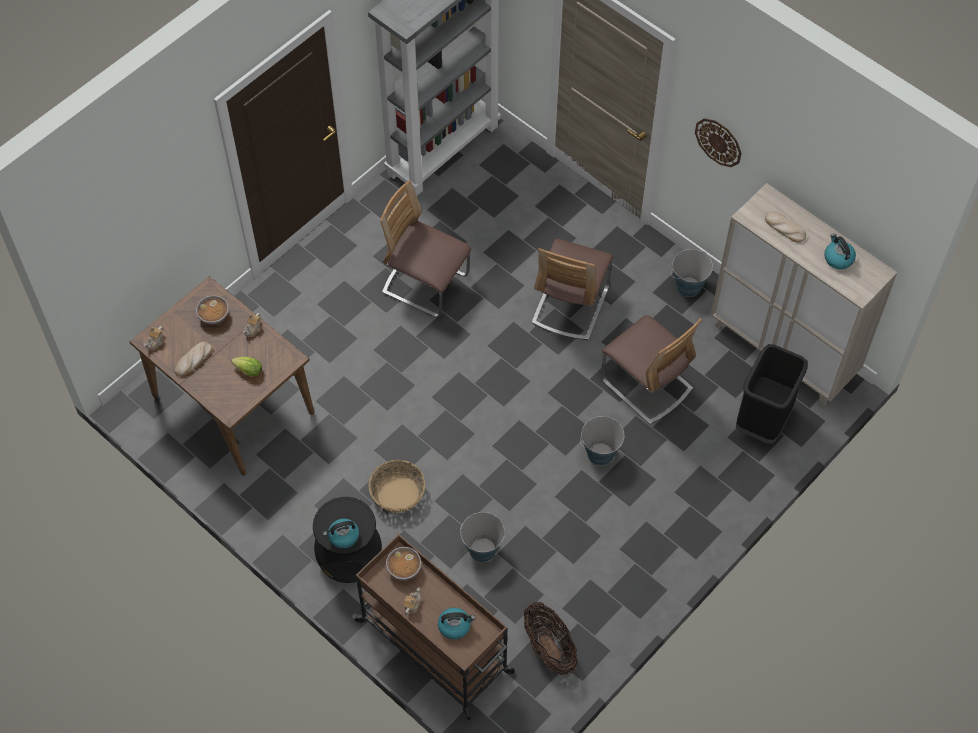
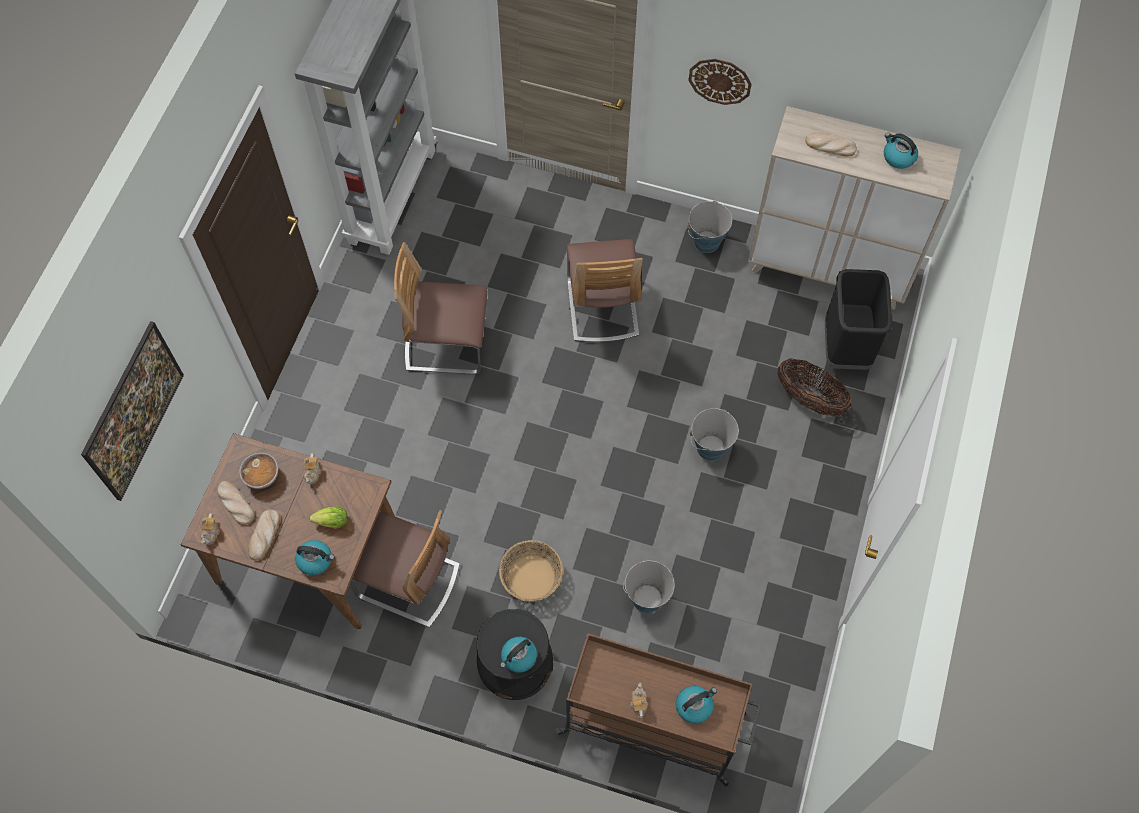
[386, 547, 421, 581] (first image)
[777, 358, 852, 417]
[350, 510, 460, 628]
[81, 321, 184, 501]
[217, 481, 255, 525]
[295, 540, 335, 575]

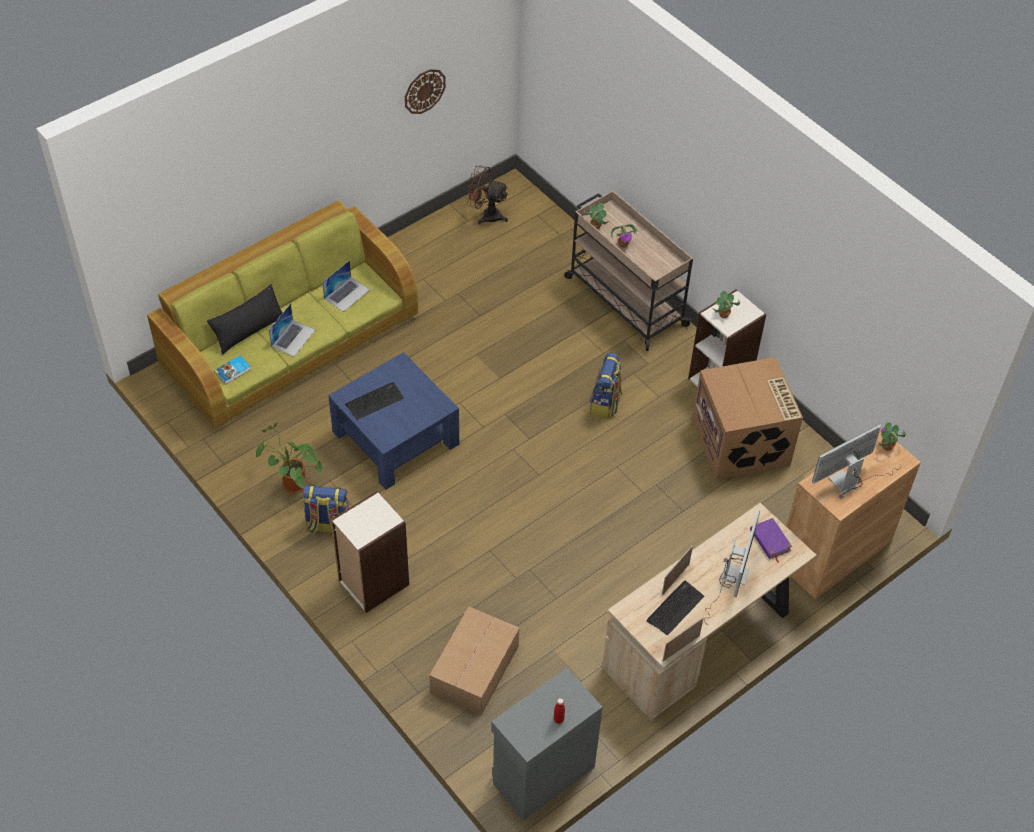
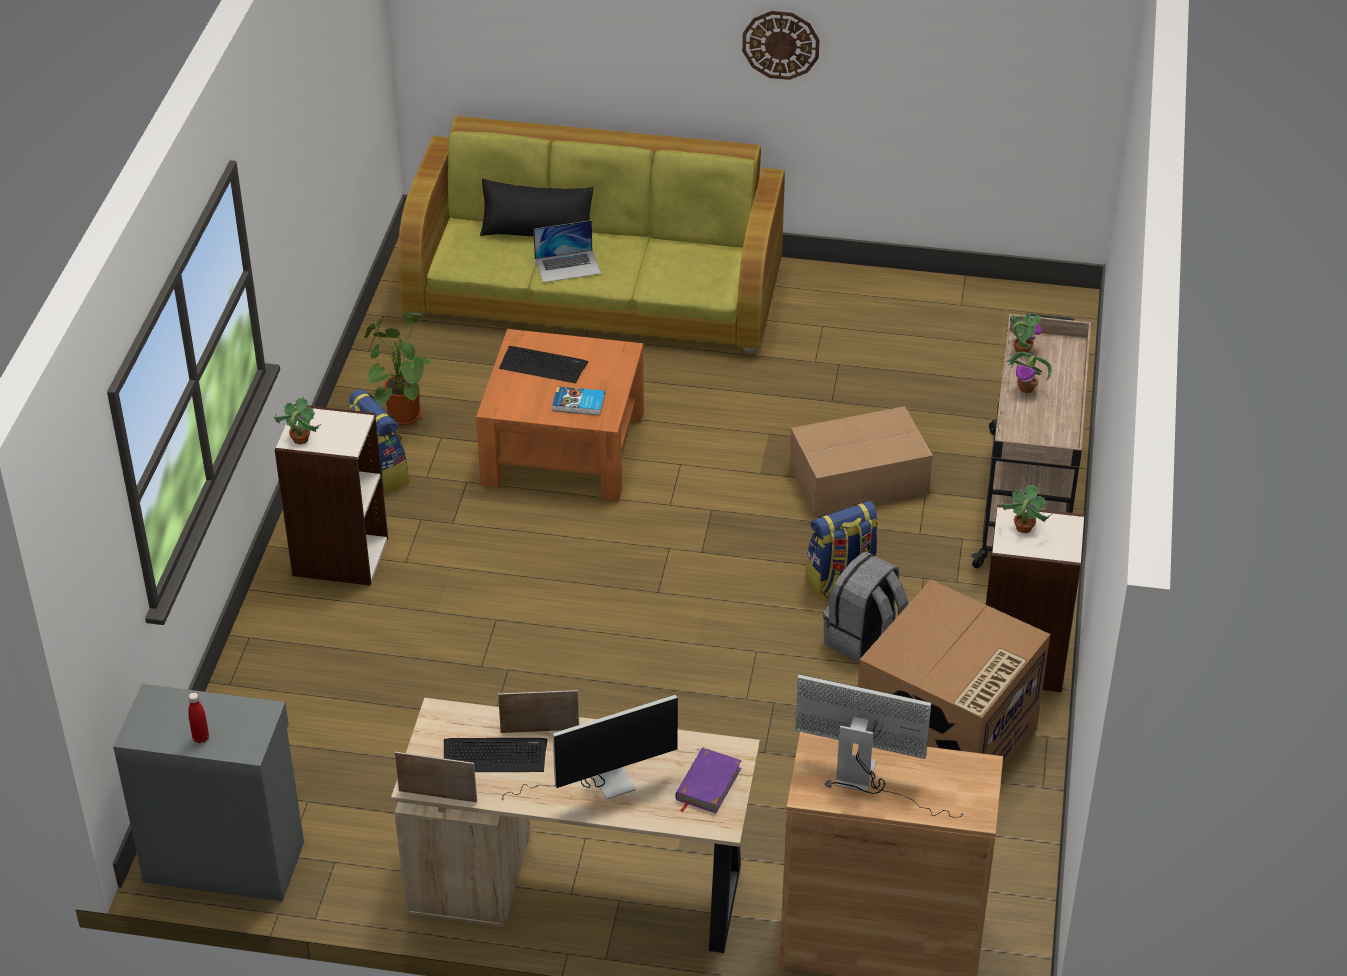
[552, 387, 605, 415]
[322, 260, 370, 312] (first image)
[476, 329, 644, 502]
[742, 11, 820, 80]
[790, 406, 933, 517]
[466, 165, 508, 225] (first image)
[274, 397, 321, 444]
[823, 552, 908, 662]

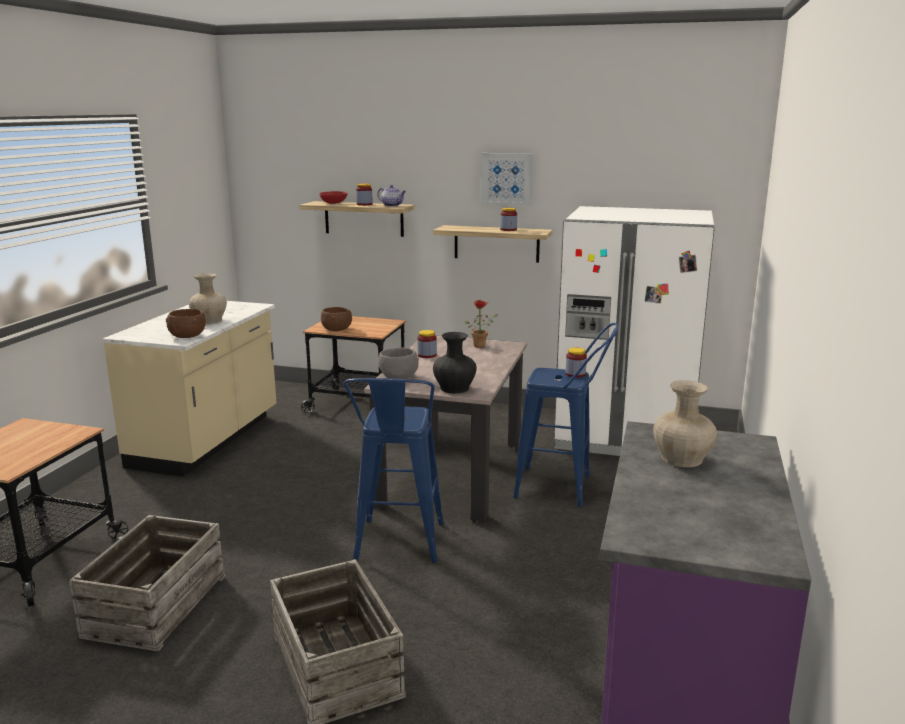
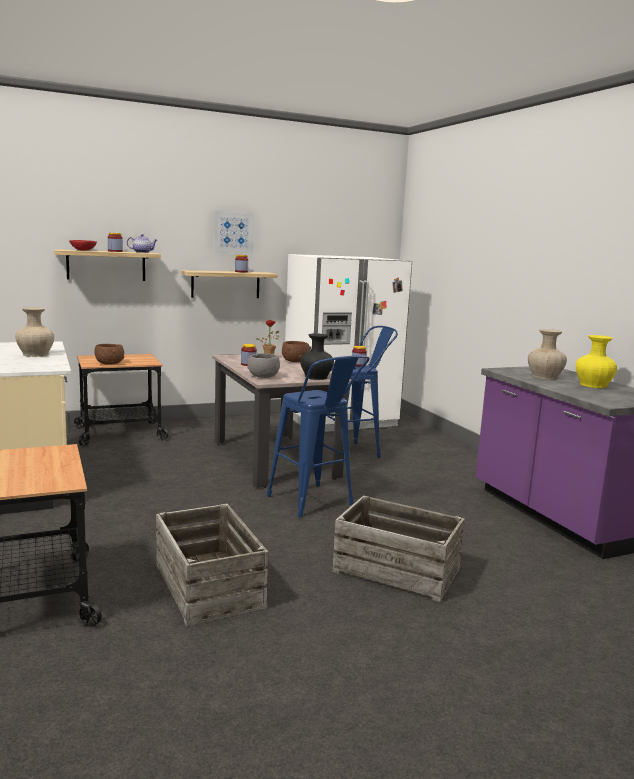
[282, 341, 311, 362]
[576, 335, 617, 388]

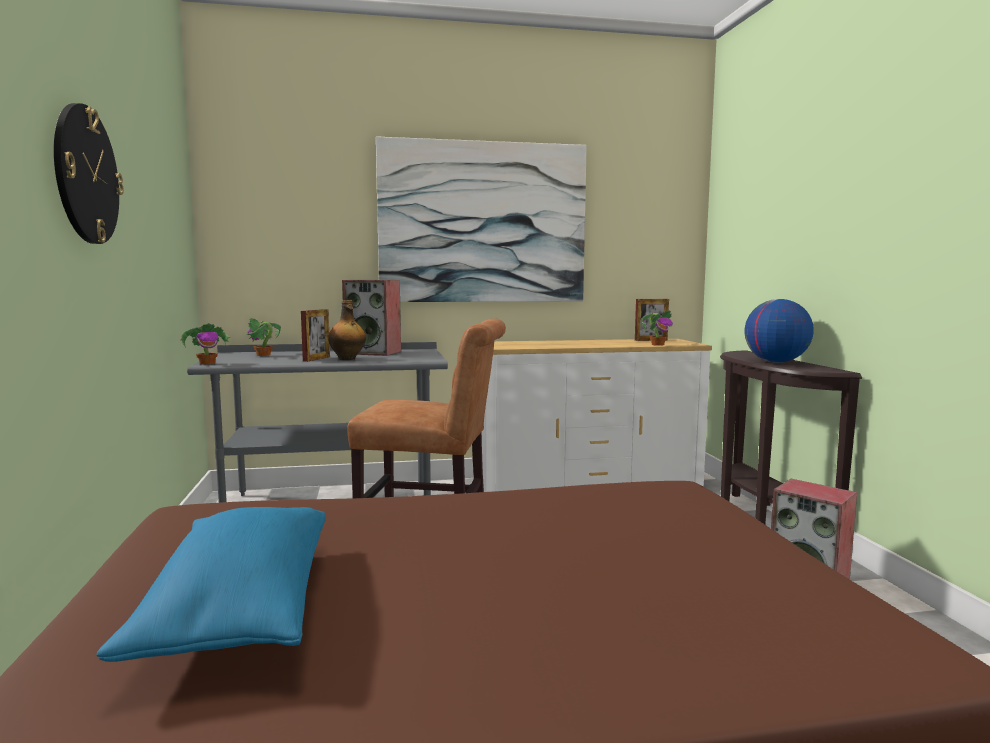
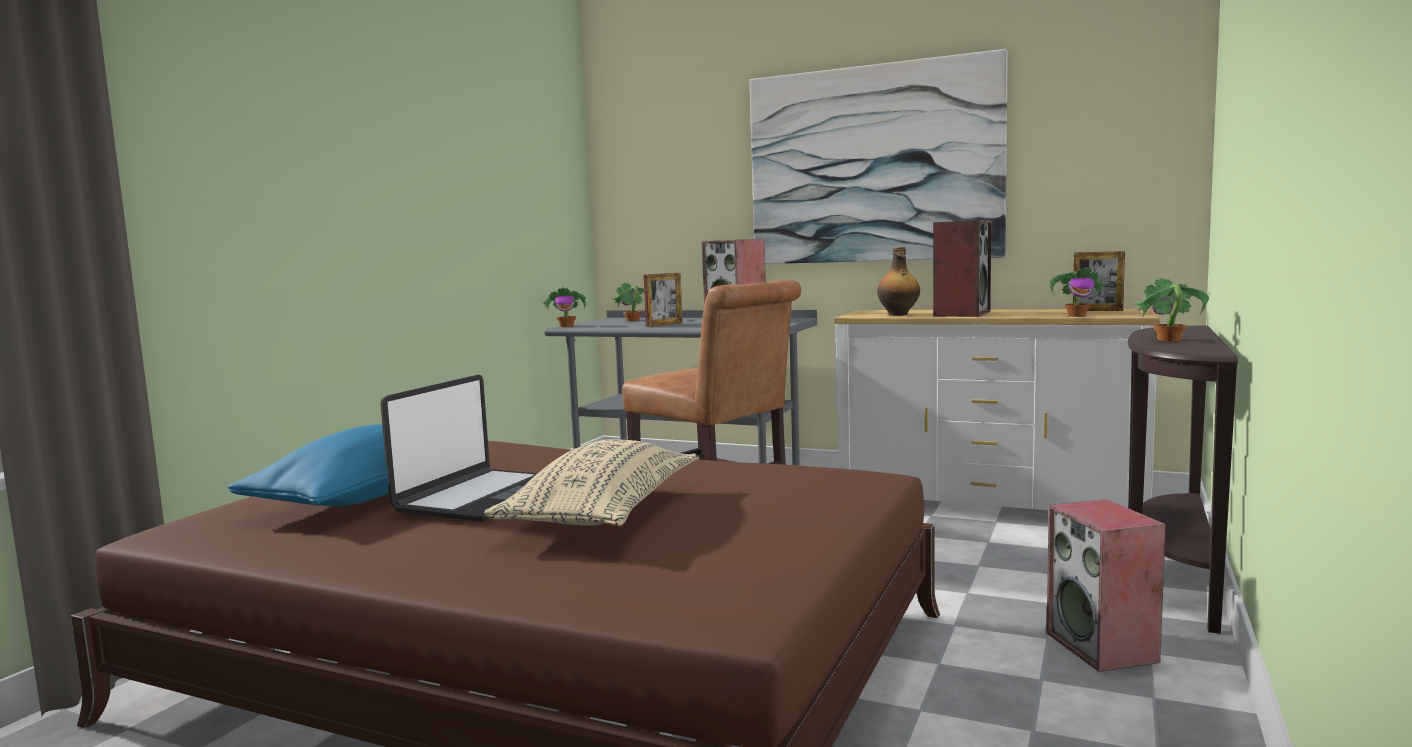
[54, 103, 124, 244] (first image)
[877, 247, 920, 316]
[1133, 278, 1209, 341]
[380, 375, 538, 522]
[484, 439, 696, 526]
[933, 220, 991, 317]

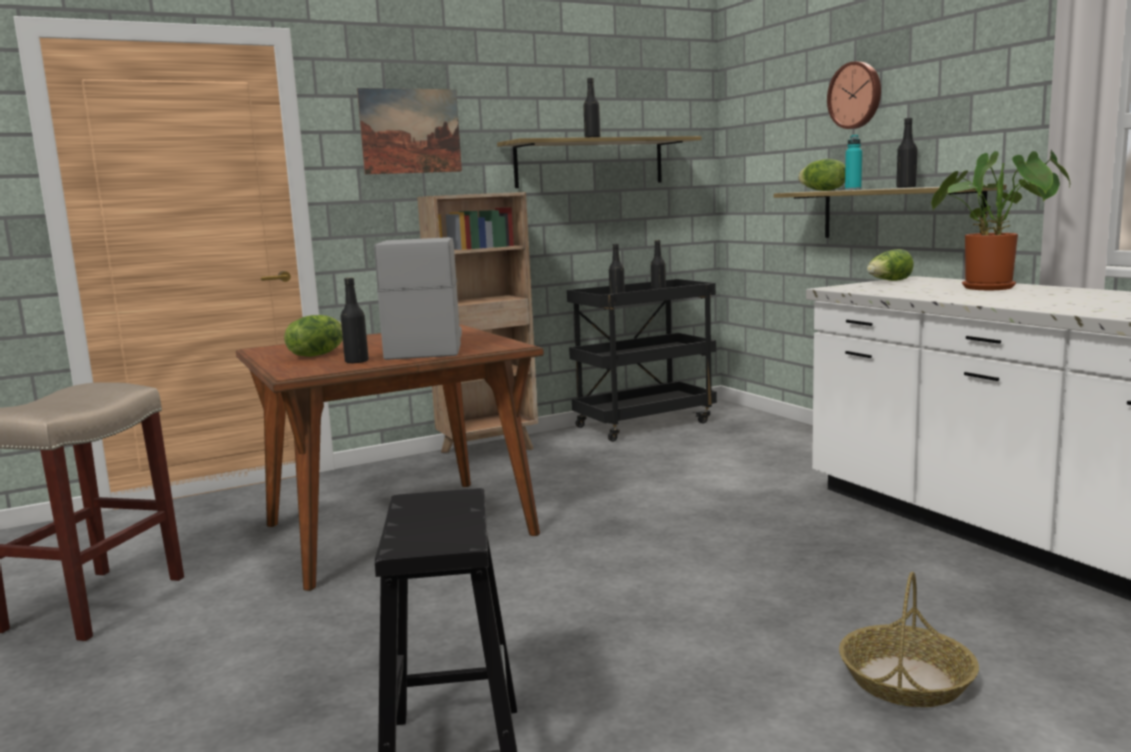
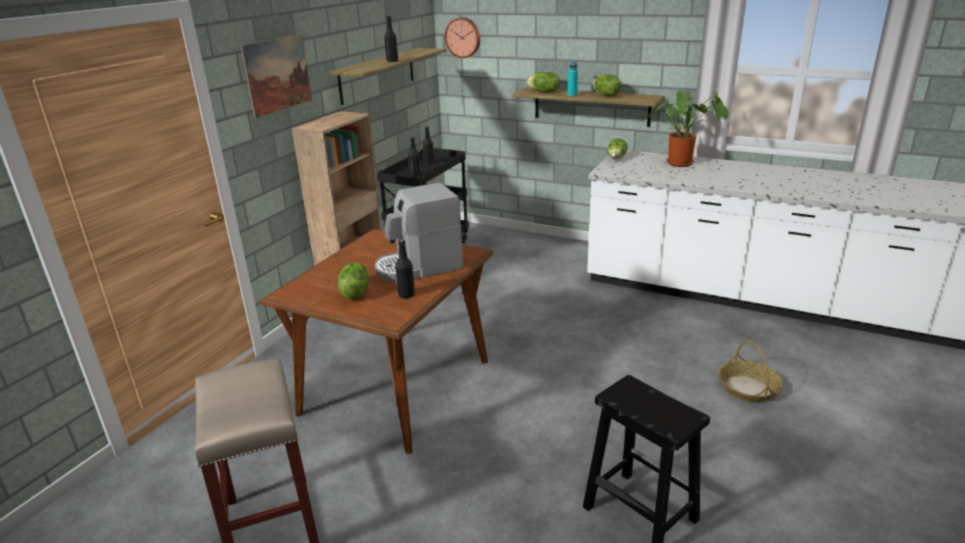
[375, 182, 463, 283]
[445, 17, 480, 58]
[593, 74, 622, 96]

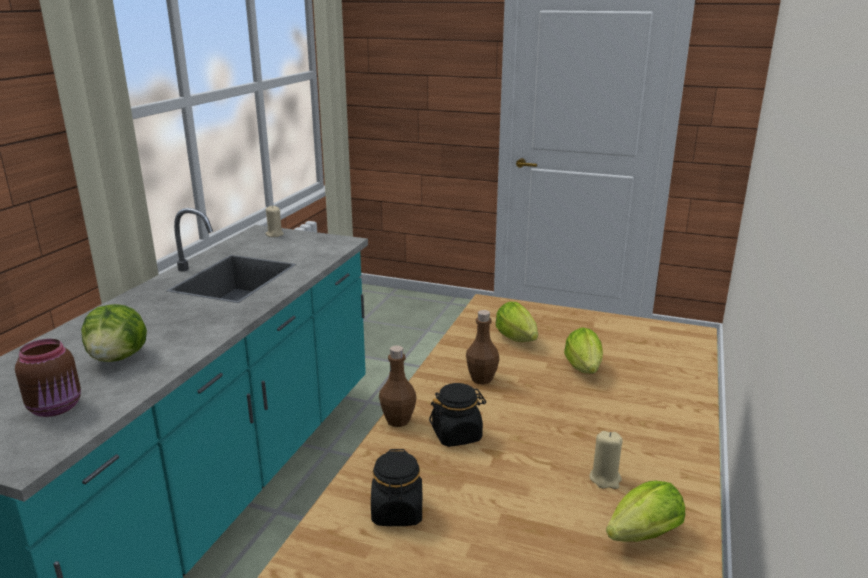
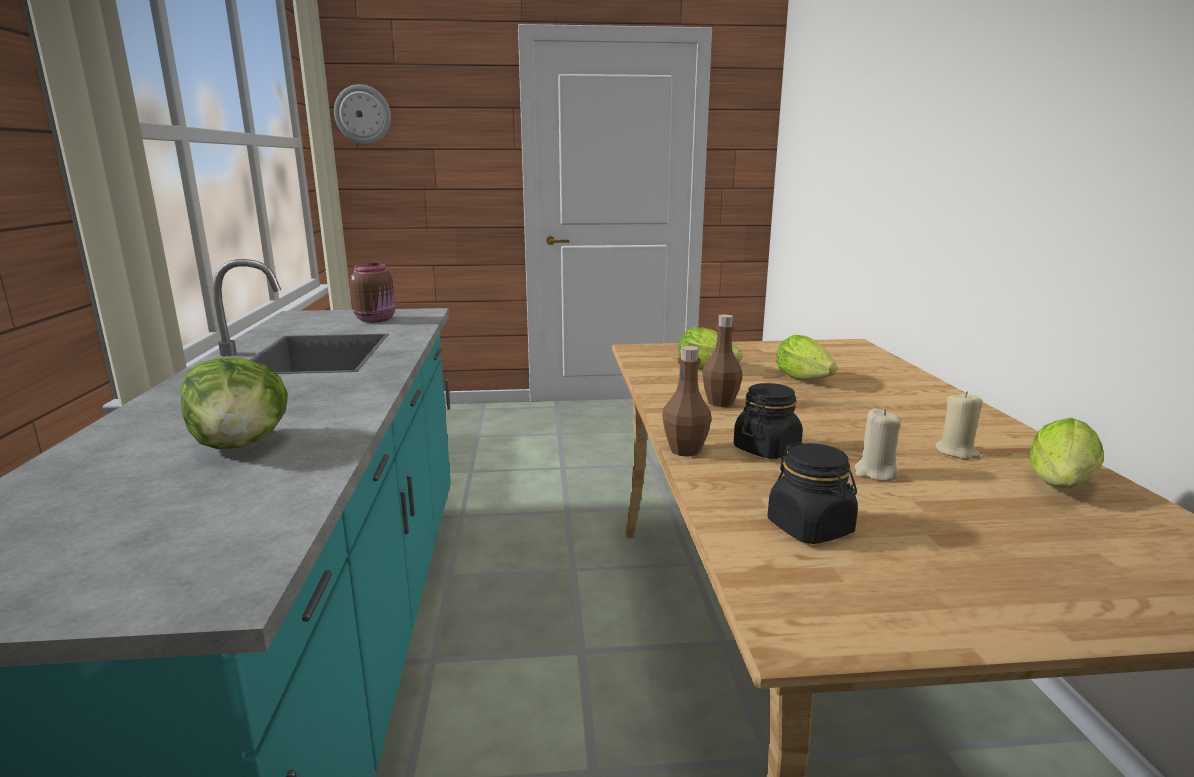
[350, 263, 395, 323]
[854, 409, 901, 481]
[334, 84, 391, 144]

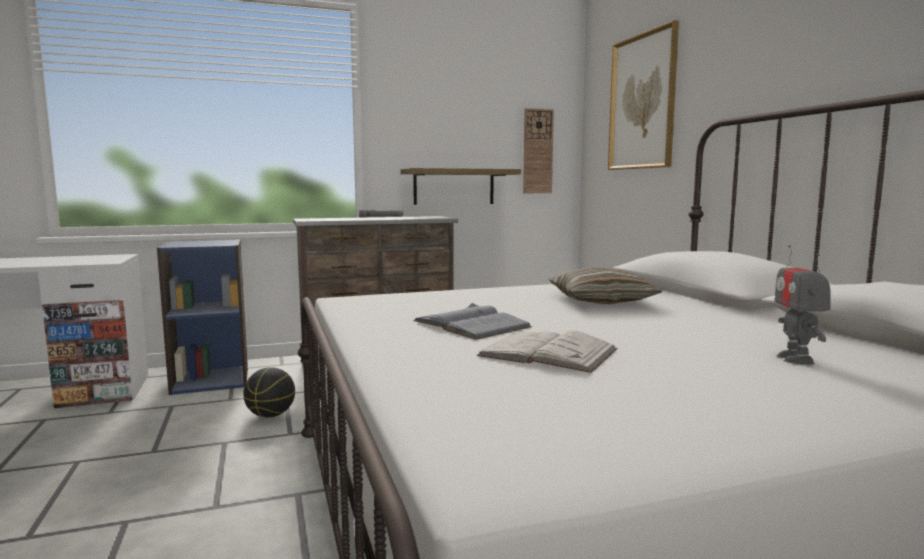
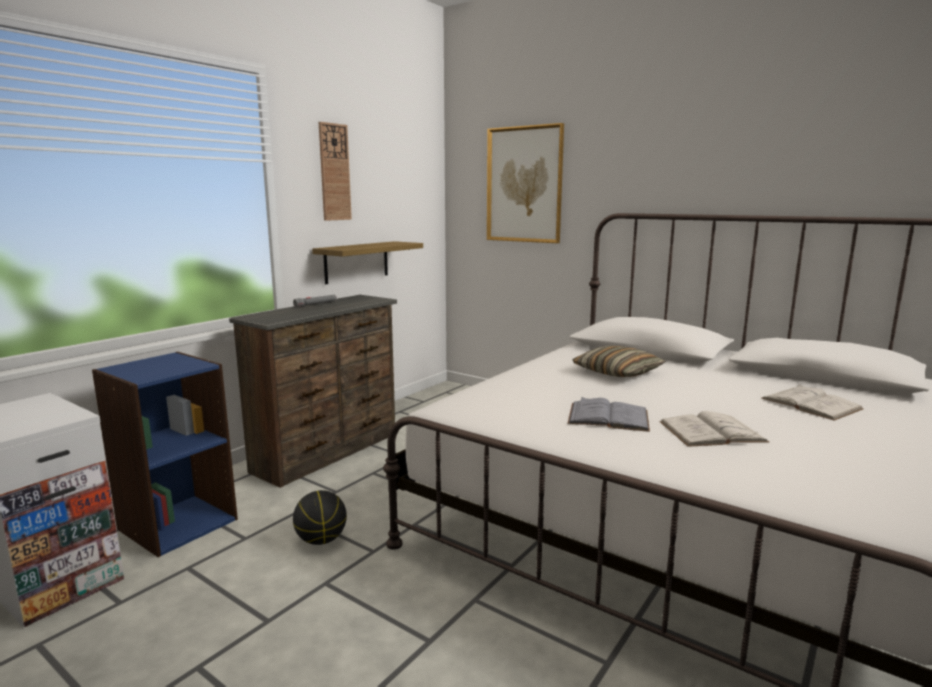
[319, 122, 352, 221]
[761, 384, 863, 421]

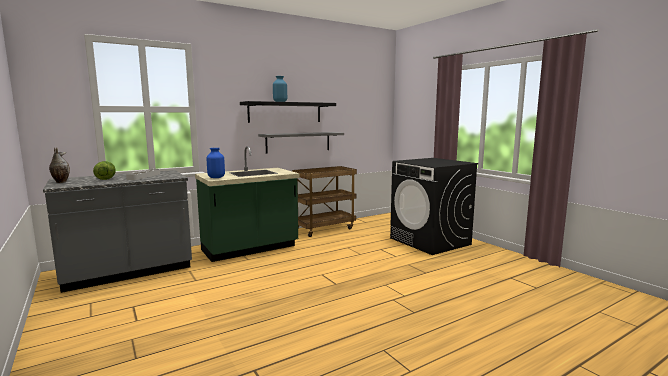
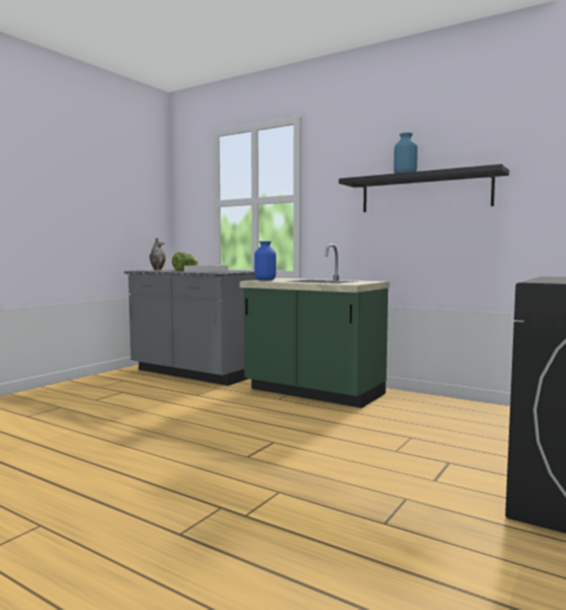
[258, 132, 344, 154] (first image)
[292, 166, 357, 237] (first image)

